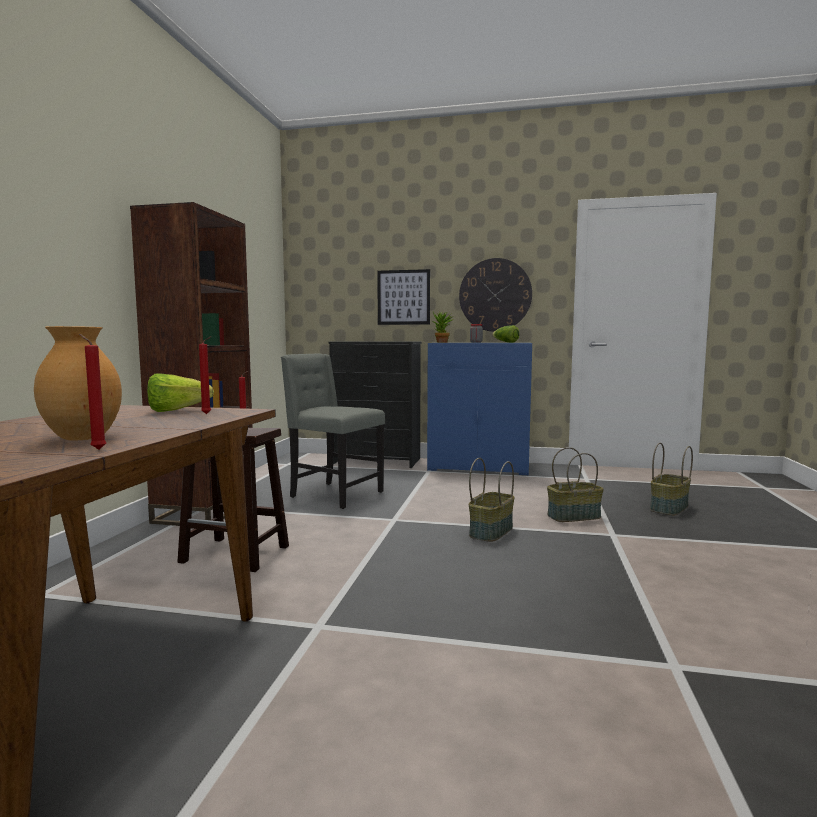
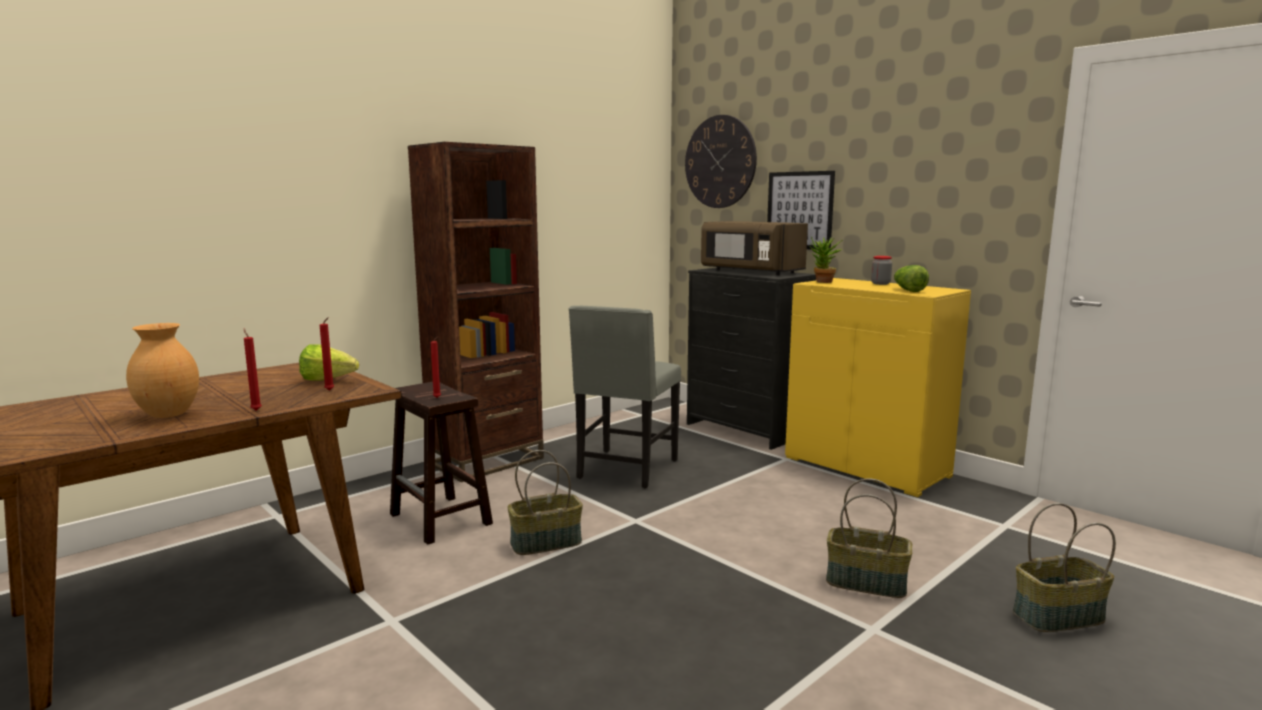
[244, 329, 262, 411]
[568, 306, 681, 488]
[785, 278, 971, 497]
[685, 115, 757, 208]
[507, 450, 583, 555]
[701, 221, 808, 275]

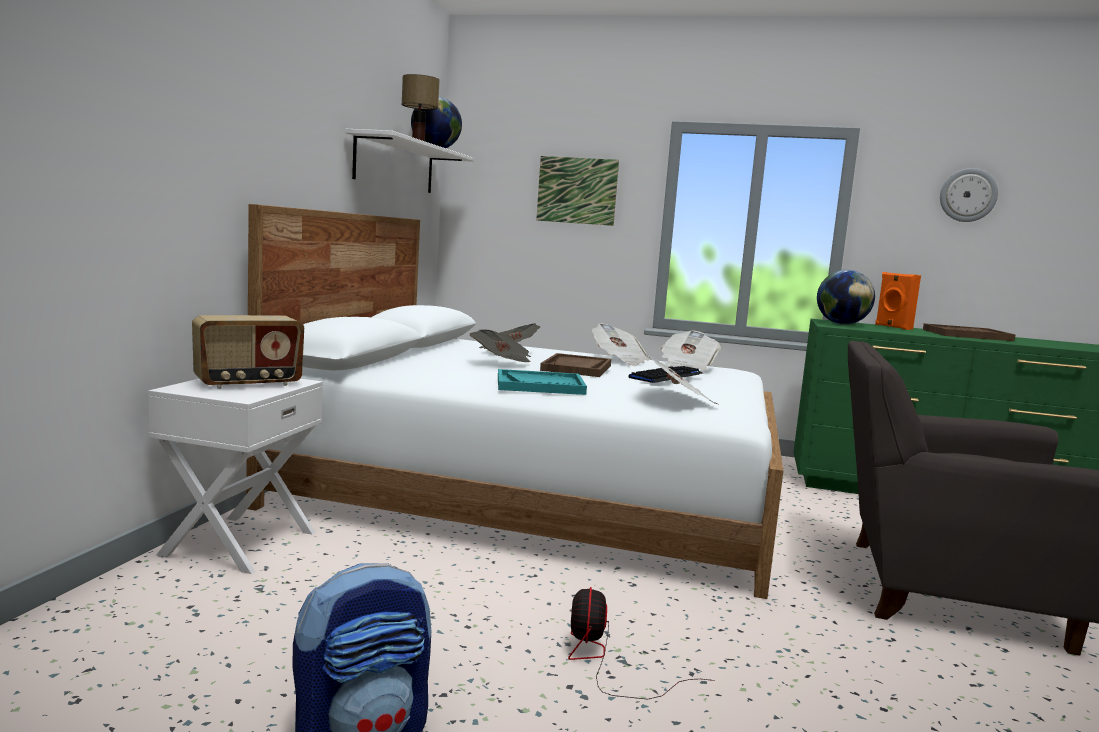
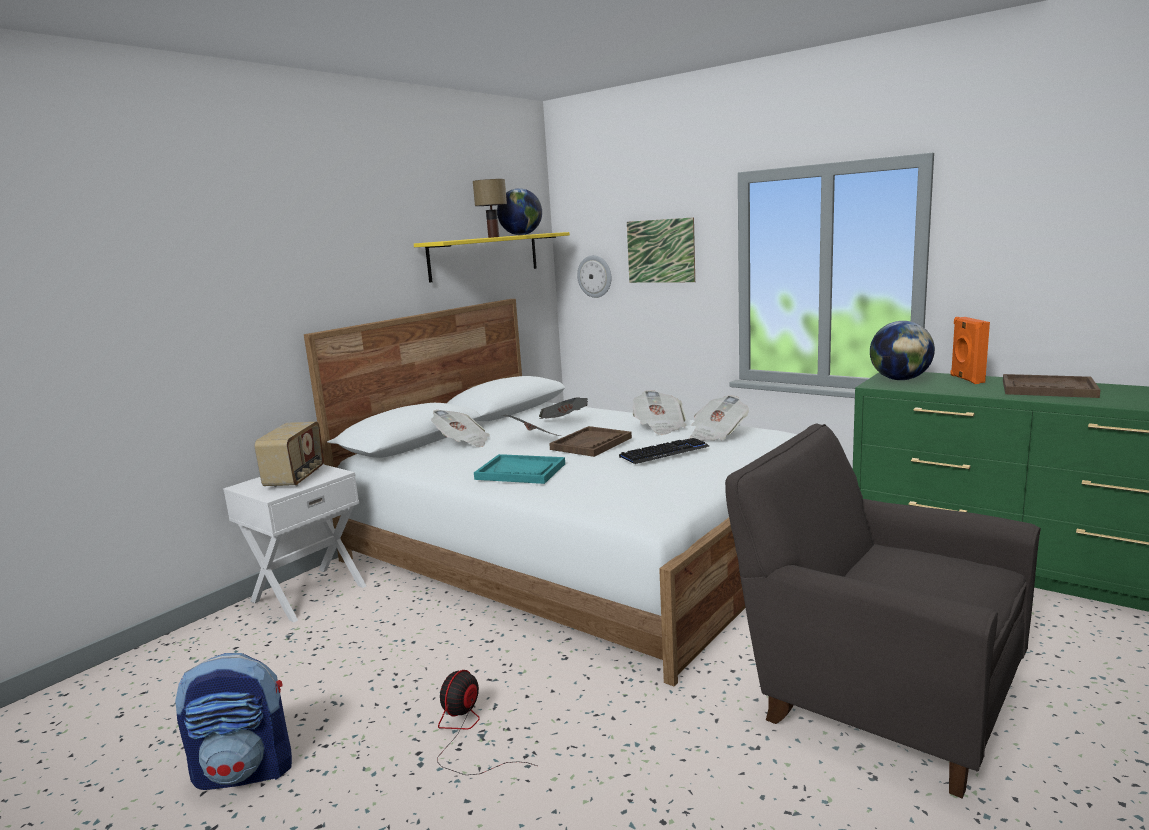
[254, 422, 324, 487]
[414, 232, 570, 282]
[431, 410, 490, 447]
[577, 255, 611, 298]

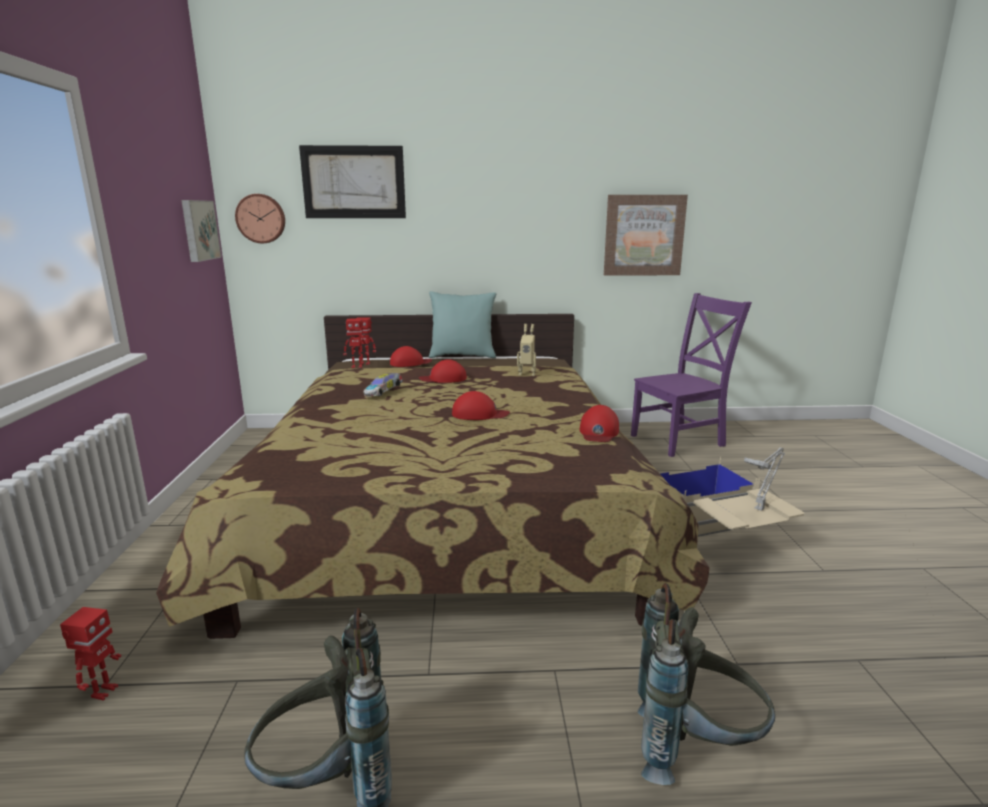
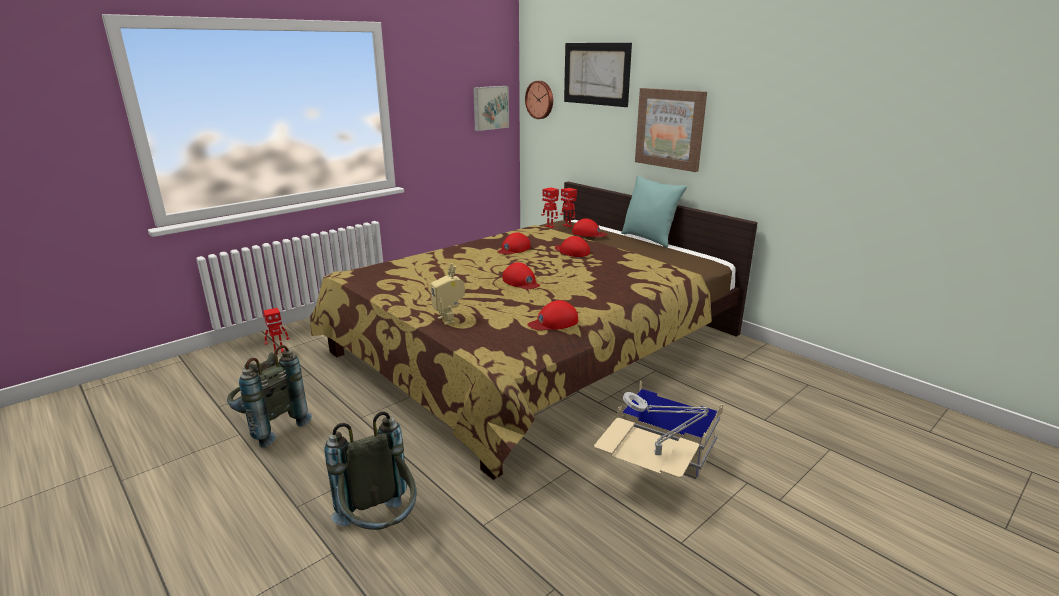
[497, 232, 531, 255]
[431, 263, 465, 325]
[635, 88, 707, 172]
[631, 293, 752, 457] (first image)

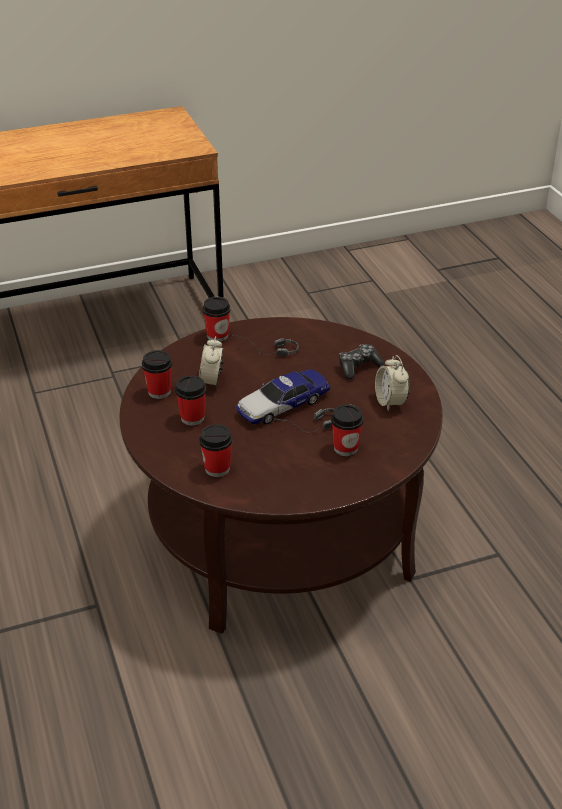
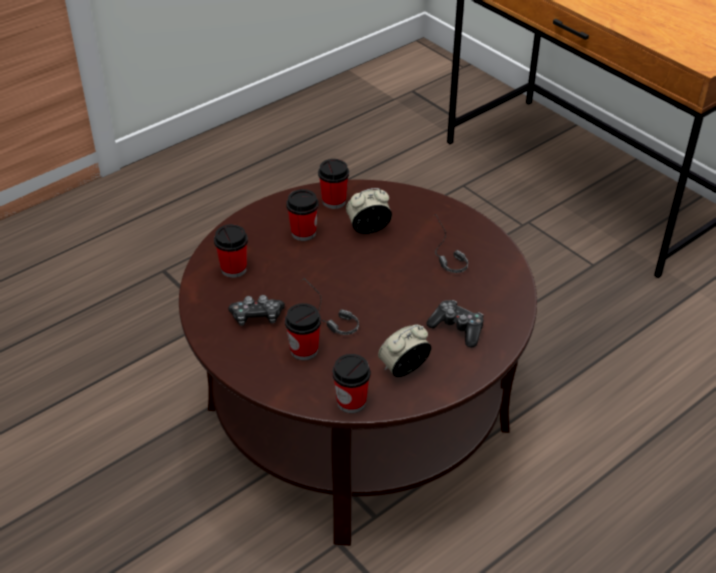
[332, 354, 371, 413]
[236, 369, 330, 424] (first image)
[228, 295, 285, 326]

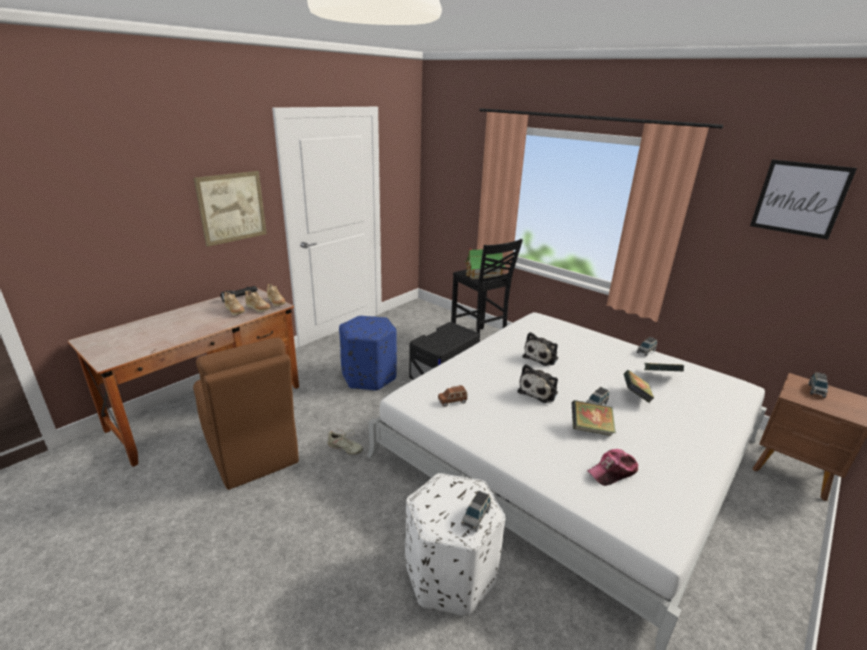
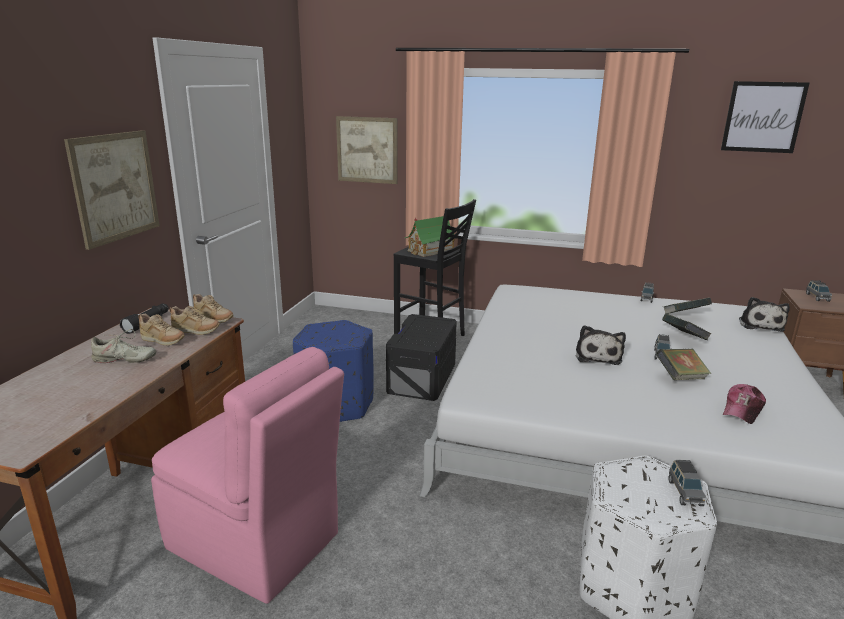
[151, 347, 344, 604]
[91, 329, 156, 363]
[438, 385, 468, 407] (first image)
[739, 297, 790, 332]
[336, 116, 397, 184]

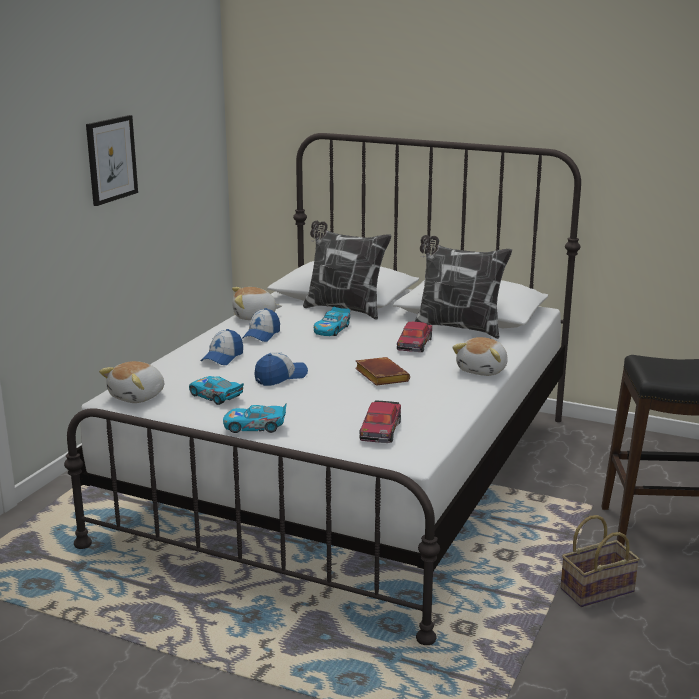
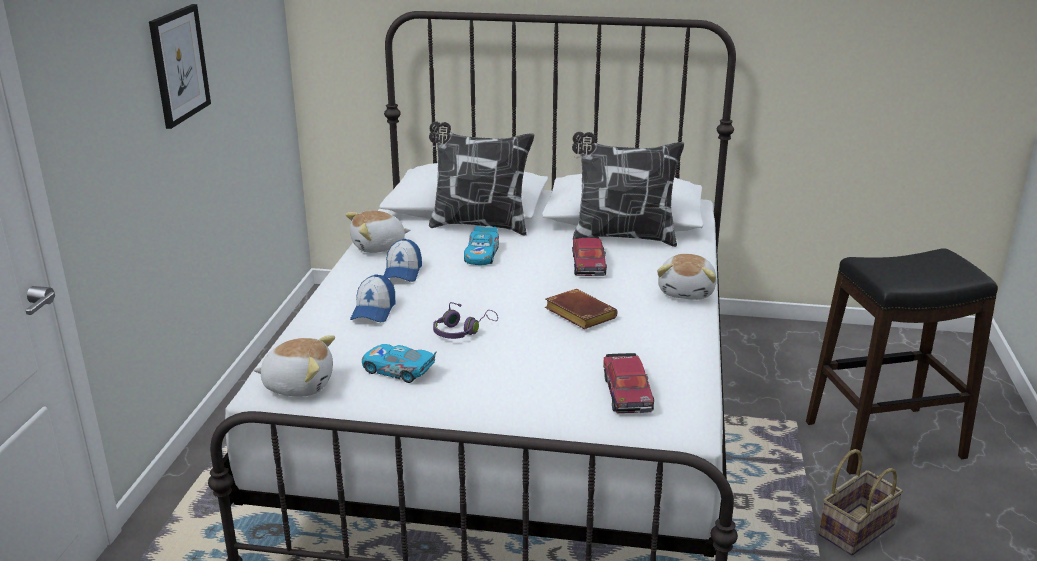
[253, 335, 335, 397]
[223, 404, 287, 433] (first image)
[433, 302, 498, 339]

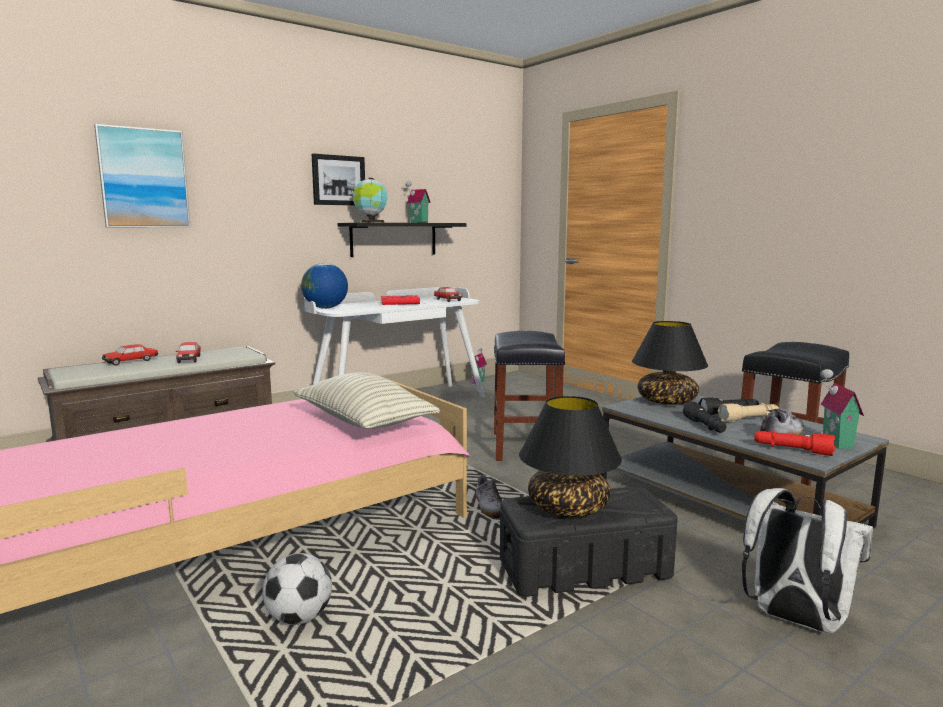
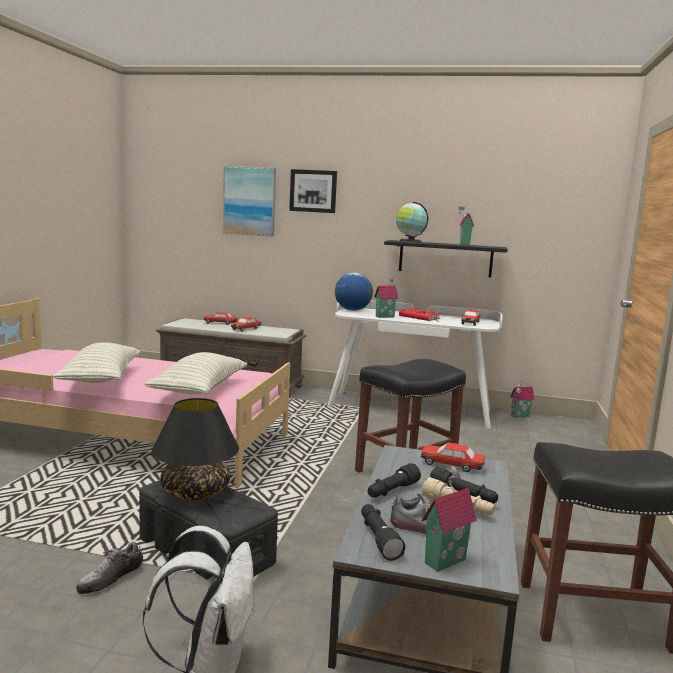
[262, 553, 332, 625] (first image)
[289, 169, 337, 213]
[76, 542, 143, 594]
[421, 442, 485, 472]
[361, 504, 405, 561]
[53, 342, 140, 383]
[374, 277, 398, 318]

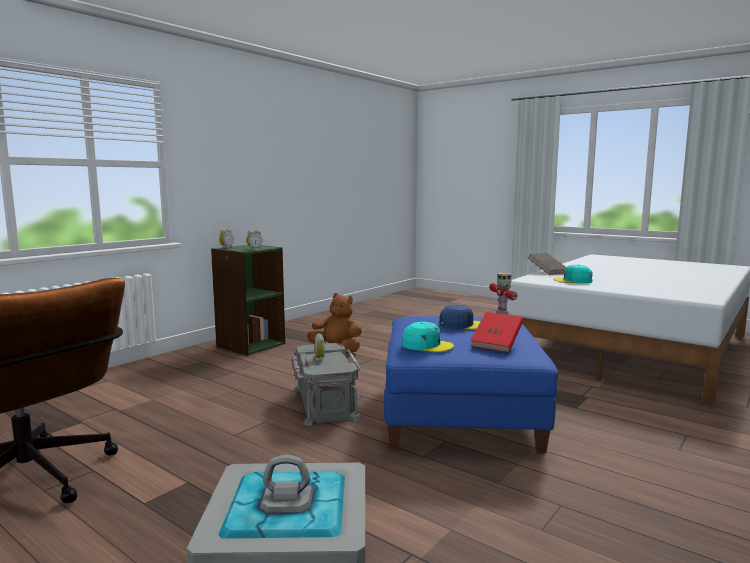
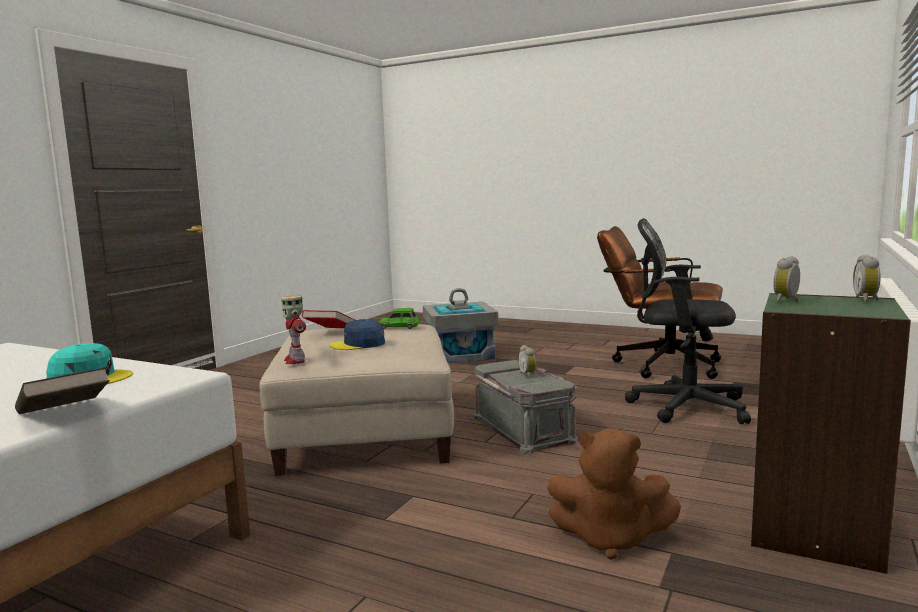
[259, 324, 454, 476]
[379, 308, 420, 329]
[625, 218, 751, 424]

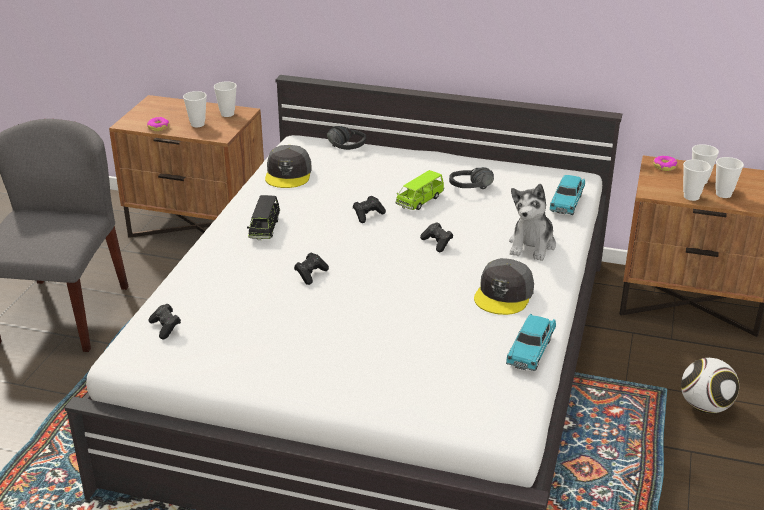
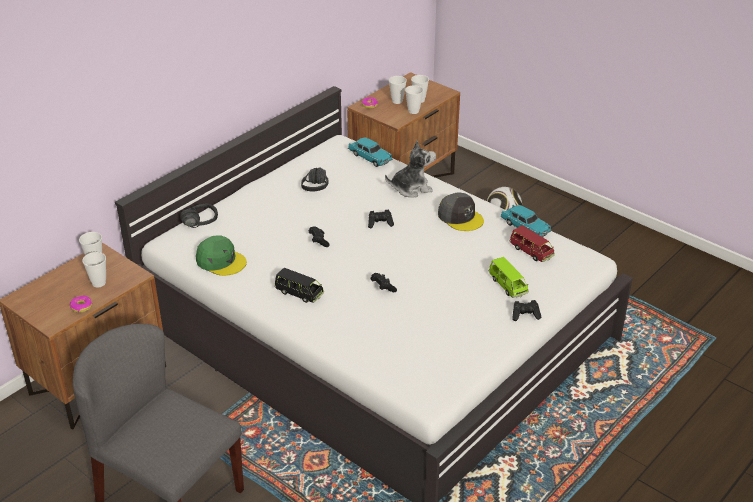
[512, 300, 541, 321]
[196, 235, 247, 276]
[488, 257, 529, 298]
[385, 141, 436, 197]
[510, 225, 555, 262]

